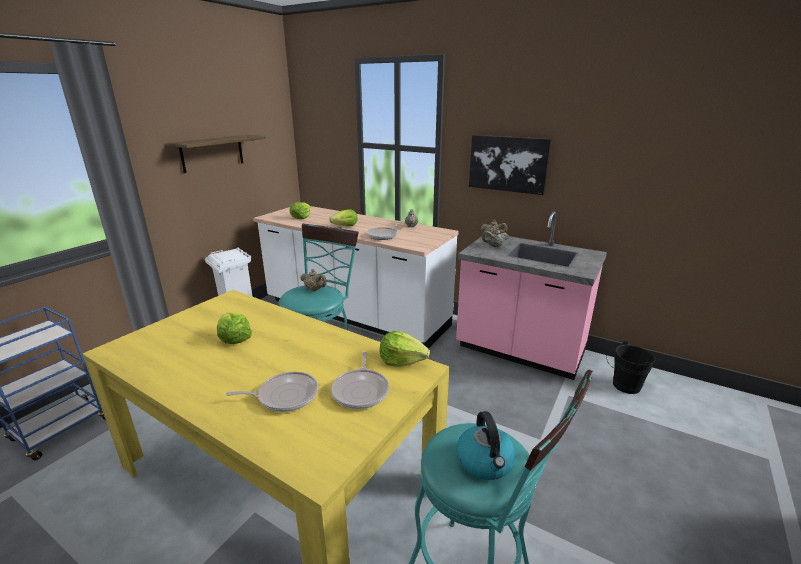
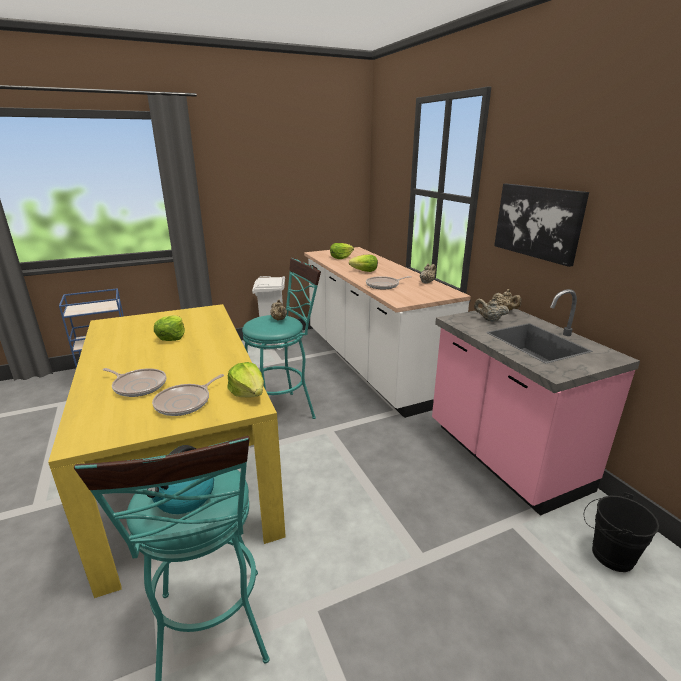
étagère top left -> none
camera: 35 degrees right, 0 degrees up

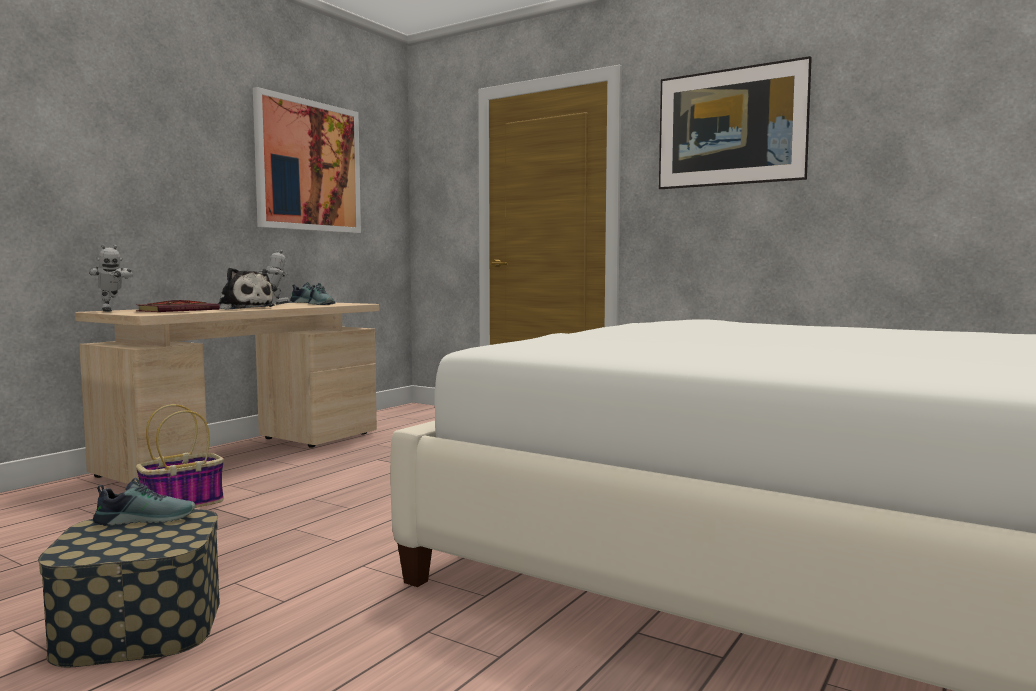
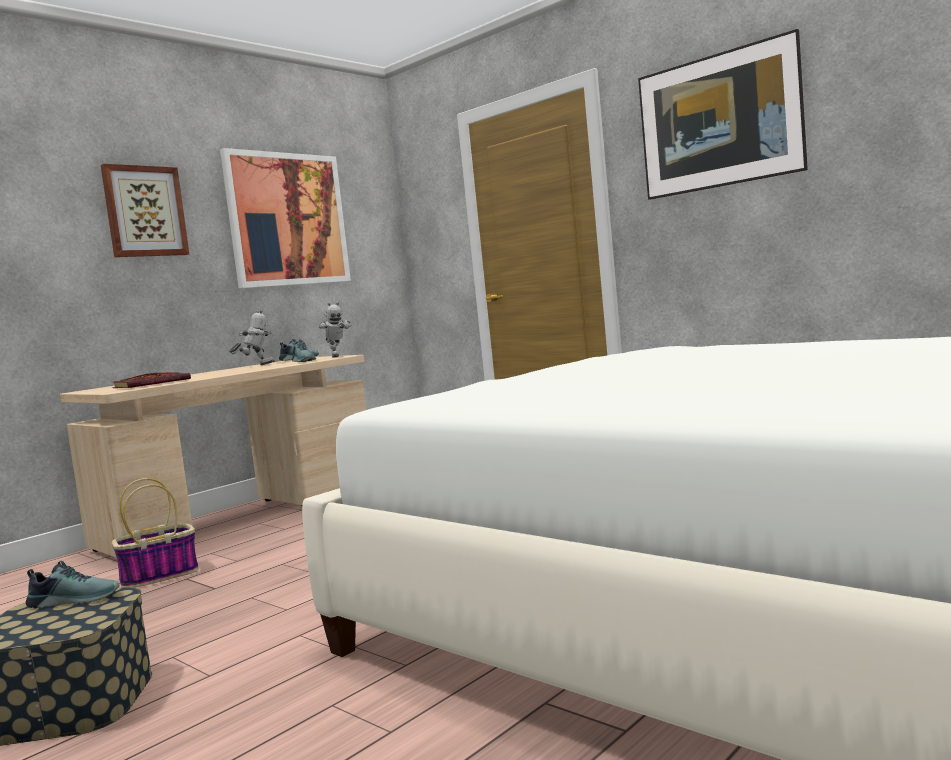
peluche middle left -> none
none -> tableau (no. 1 from left) top left
robot jouet (no. 1 from left in the first image) middle left -> robot jouet (no. 2 from left) centre, relocated
camera: 10 degrees right, 0 degrees up

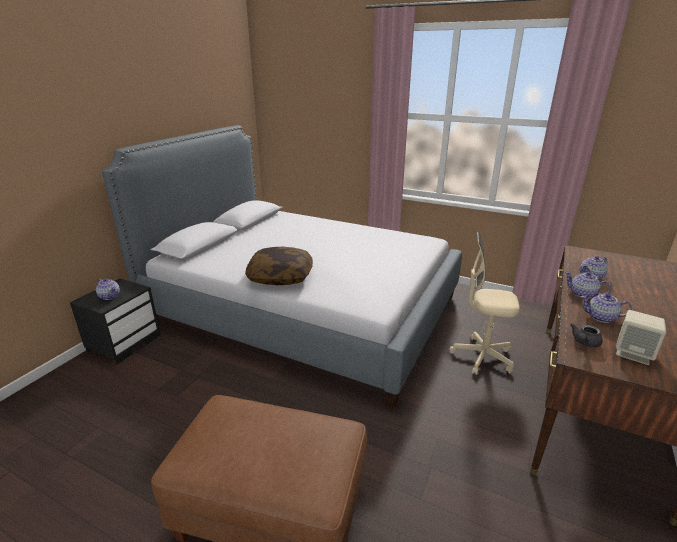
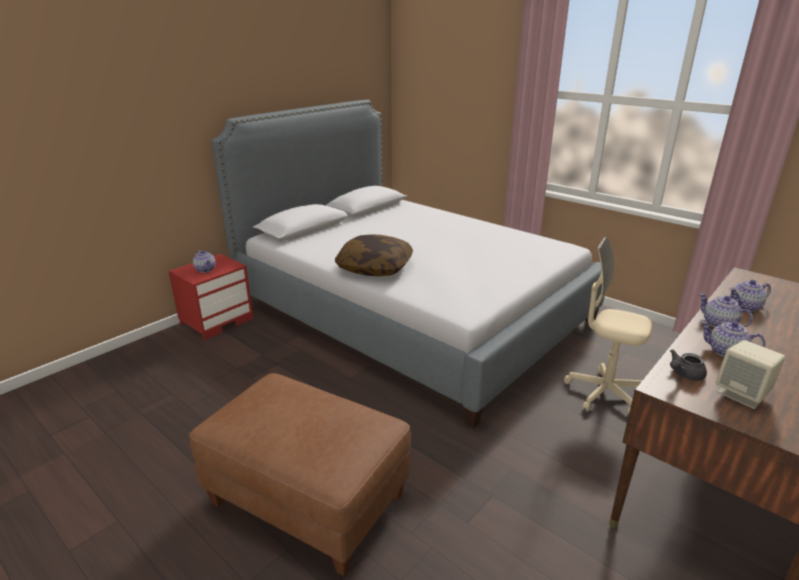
table de chevet/noir middle left -> table de chevet/rouge middle left
camera: 15 degrees right, 0 degrees up

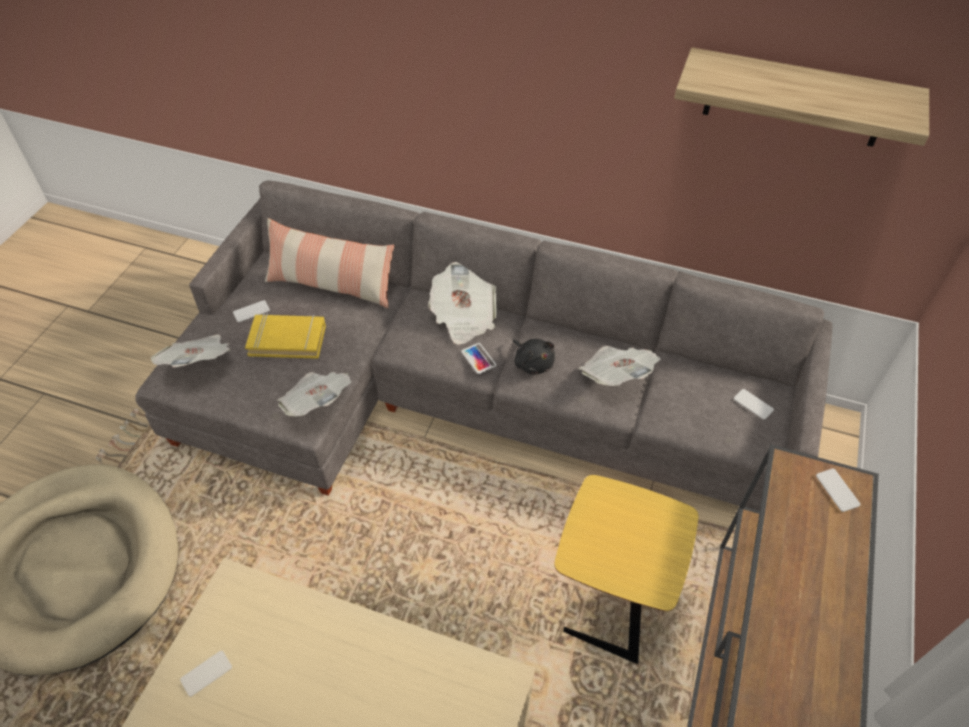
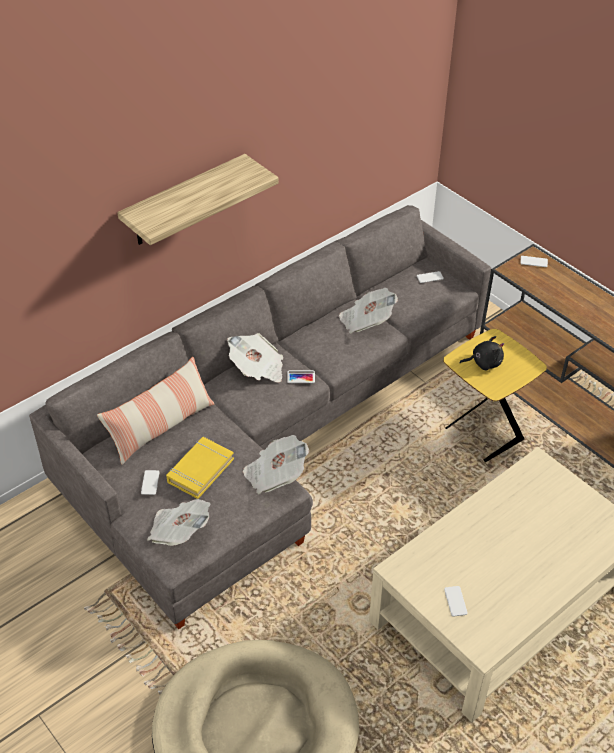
peluche/noir centre -> peluche/noir middle right, relocated
étagère top right -> étagère top left, relocated
camera: 60 degrees left, 5 degrees down

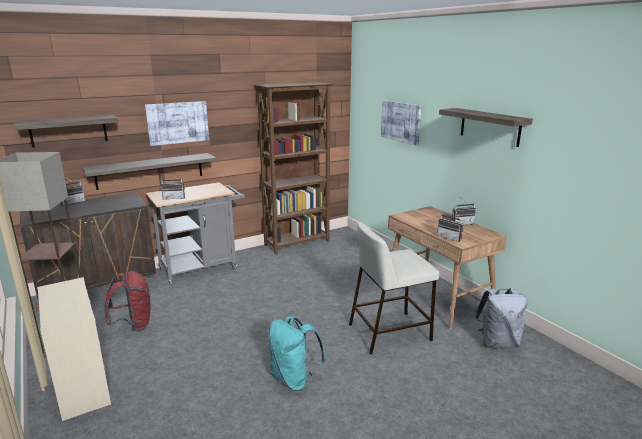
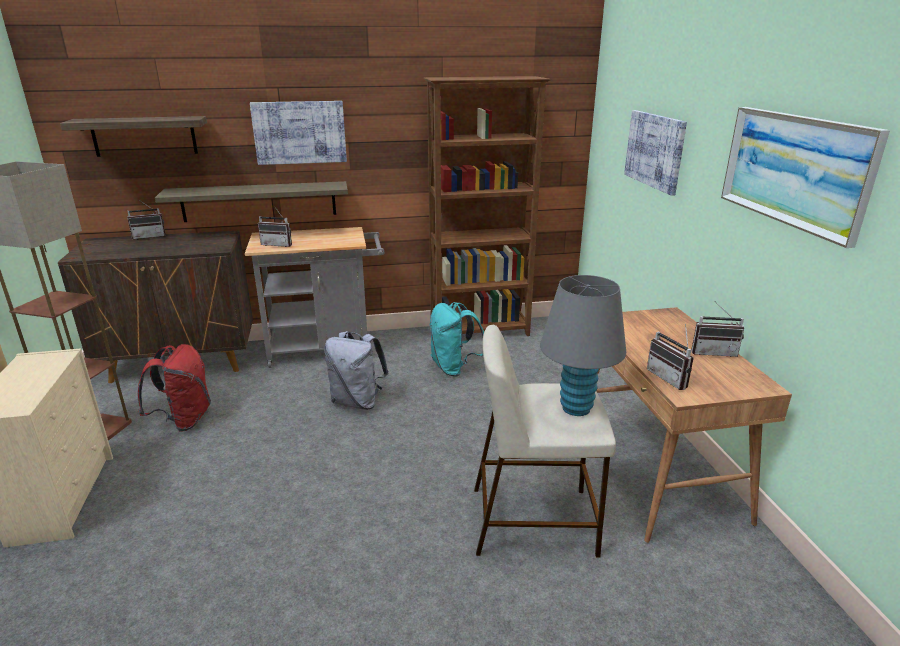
none -> lampe de table/gris centre
sac à dos/turquoise bottom centre -> sac à dos/turquoise centre, relocated
sac à dos/gris bottom right -> sac à dos/gris centre, relocated
étagère (no. 3 from left) top right -> tableau (no. 3 from left) top right
camera: 20 degrees right, 5 degrees up

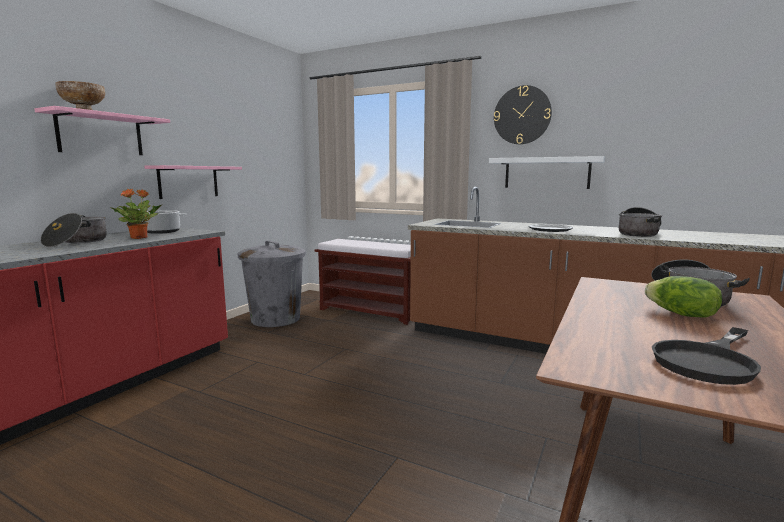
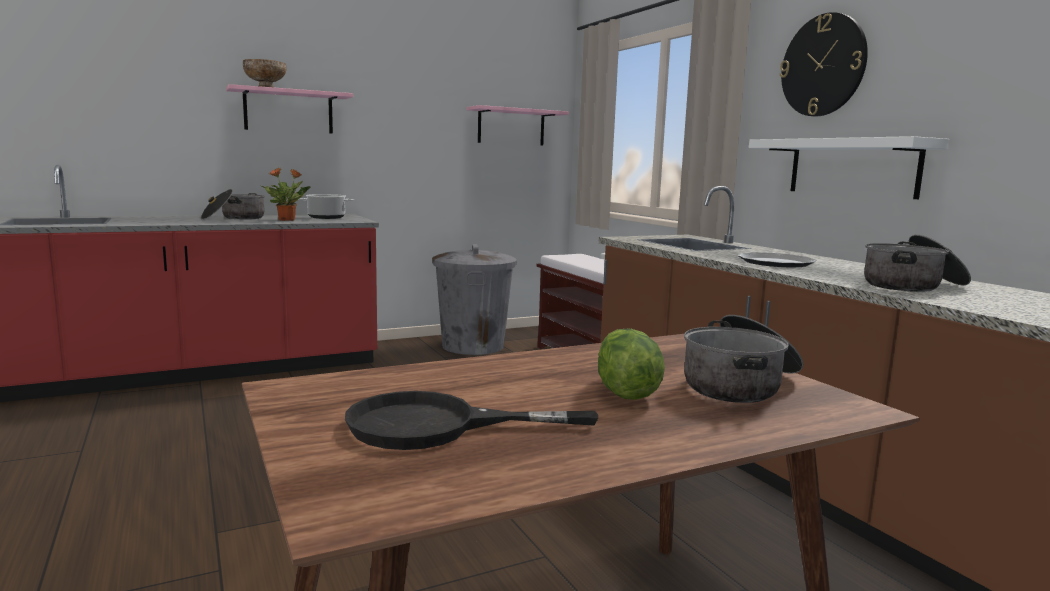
étagère/rose (no. 2 from left) middle left -> étagère/rose (no. 2 from left) top centre, relocated
camera: 35 degrees right, 0 degrees up

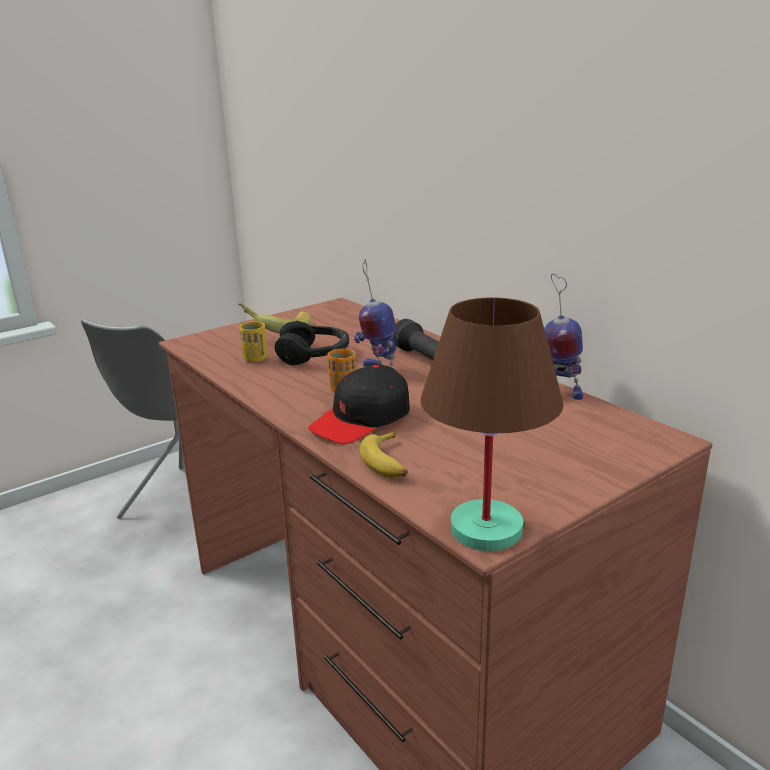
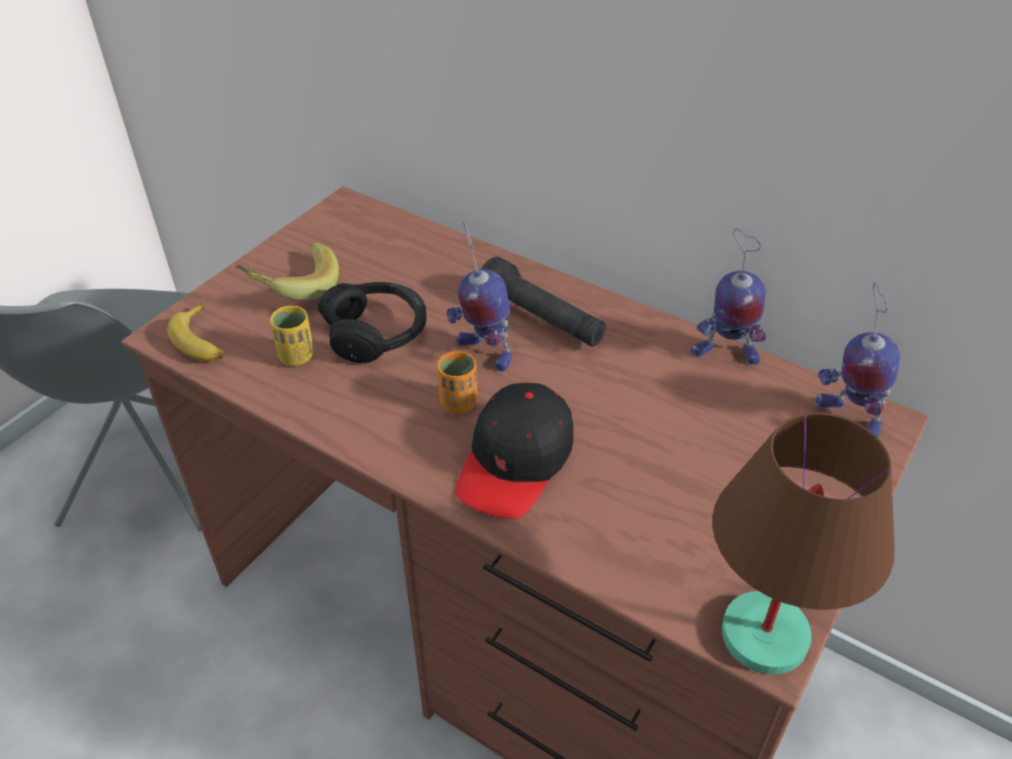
none -> robot jouet (no. 3 from left) middle right
banane (no. 2 from left in the first image) centre -> banane (no. 1 from left) middle left, relocated
camera: 20 degrees left, 20 degrees up

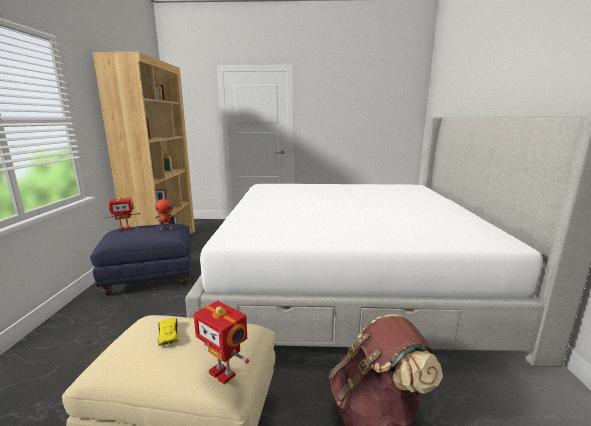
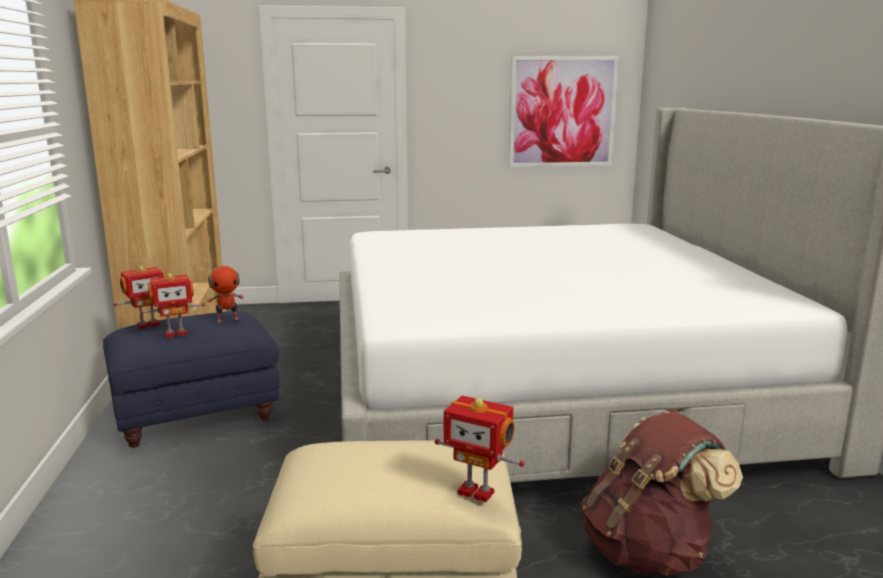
petite voiture/jaune bottom left -> none
none -> robot jouet (no. 2 from left) middle left
none -> tableau top centre
camera: 10 degrees left, 0 degrees up

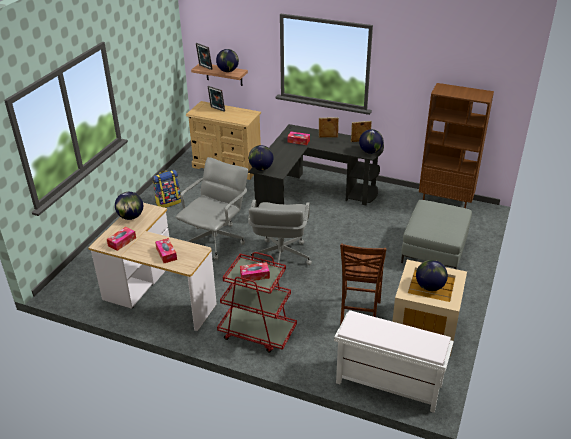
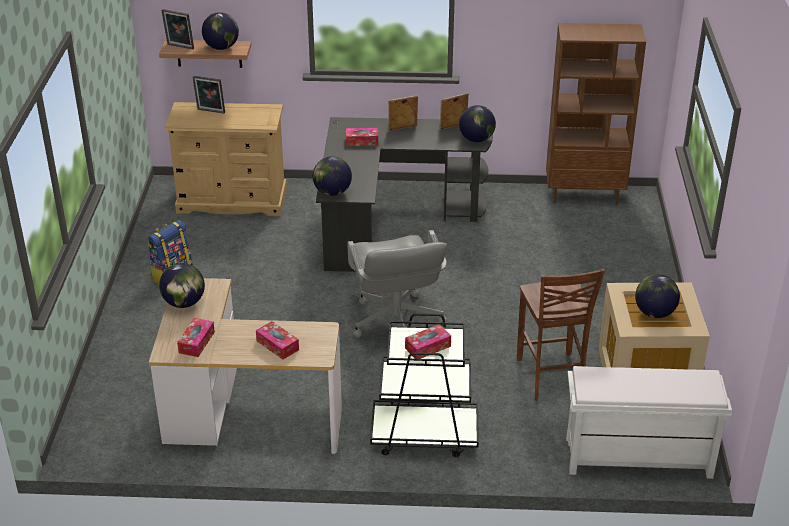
chaise de bureau/gris (no. 1 from left) centre -> none
pouf/gris middle right -> none
chariot/rouge bottom centre -> chariot/noir bottom centre
camera: 20 degrees left, 0 degrees up

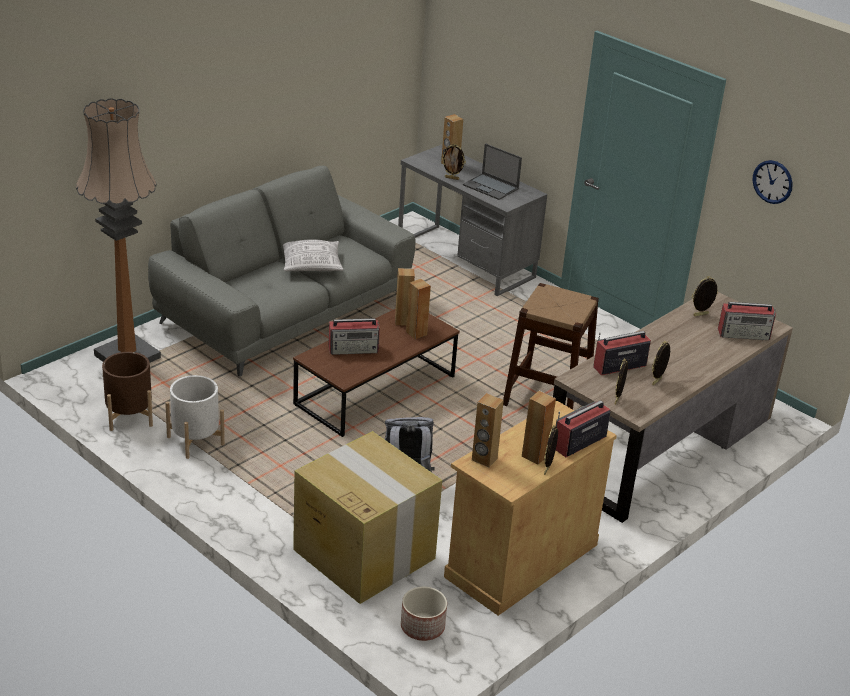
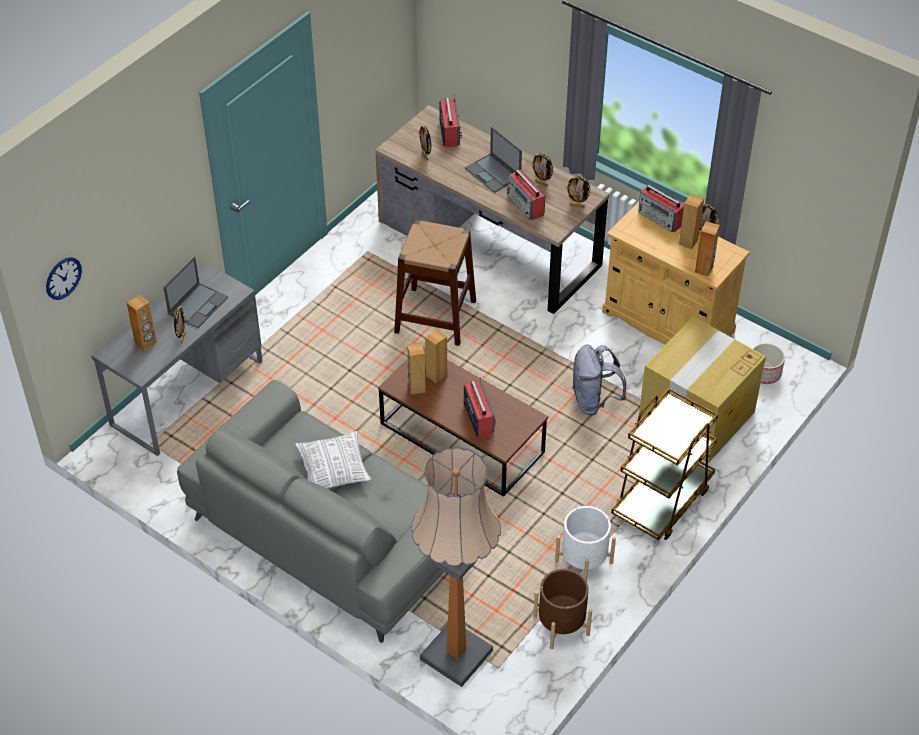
none -> ordinateur portable (no. 2 from left) top centre
none -> chariot/marron middle right
horloge murale top right -> horloge murale middle left, relocated
camera: 95 degrees left, 15 degrees up

